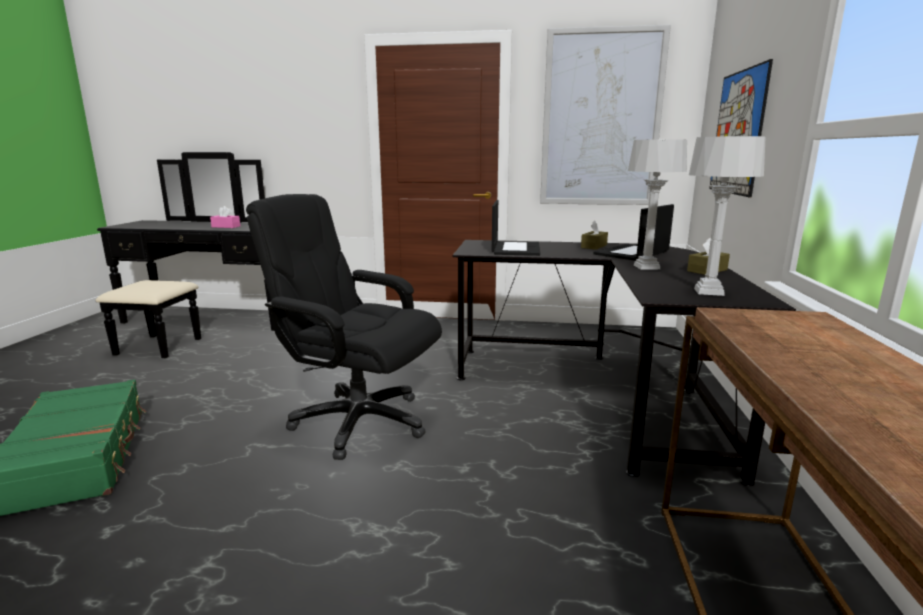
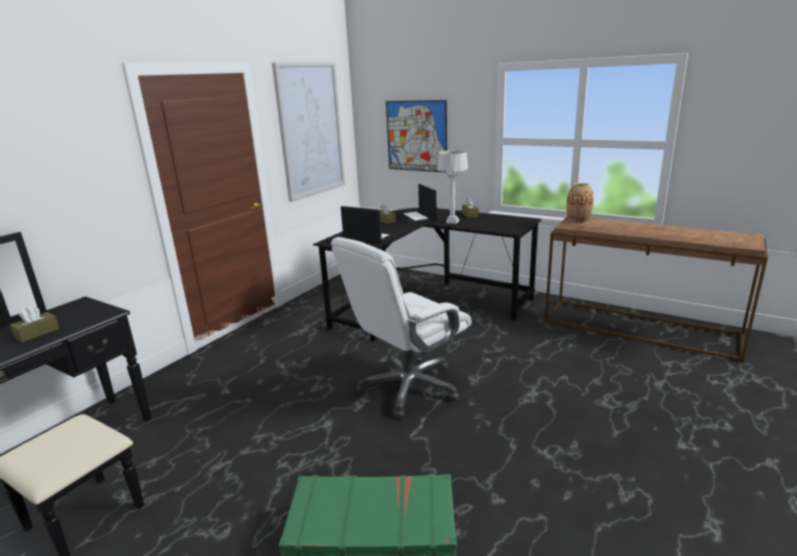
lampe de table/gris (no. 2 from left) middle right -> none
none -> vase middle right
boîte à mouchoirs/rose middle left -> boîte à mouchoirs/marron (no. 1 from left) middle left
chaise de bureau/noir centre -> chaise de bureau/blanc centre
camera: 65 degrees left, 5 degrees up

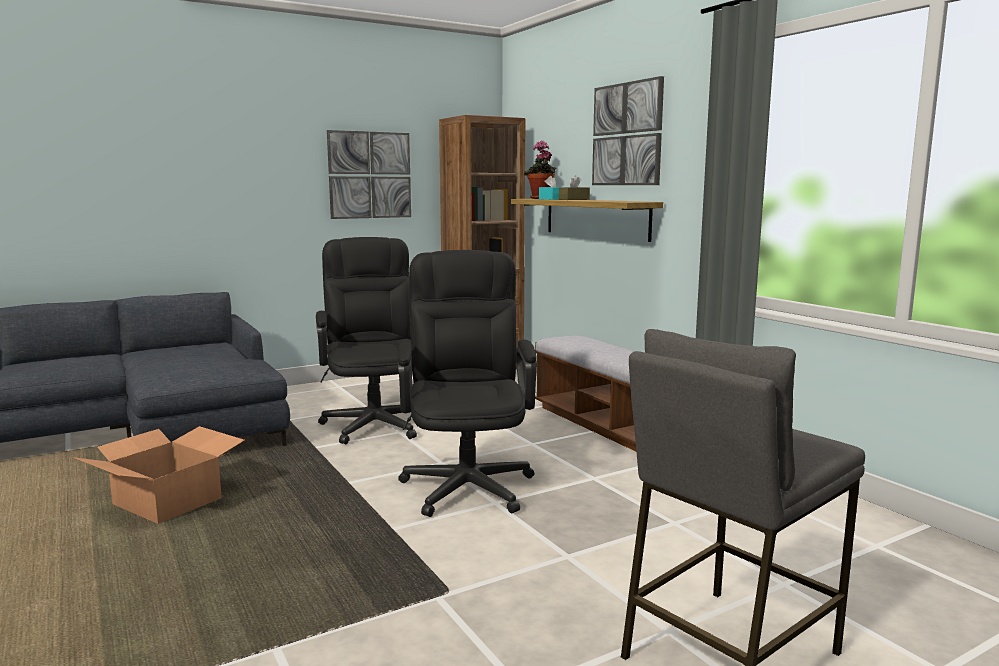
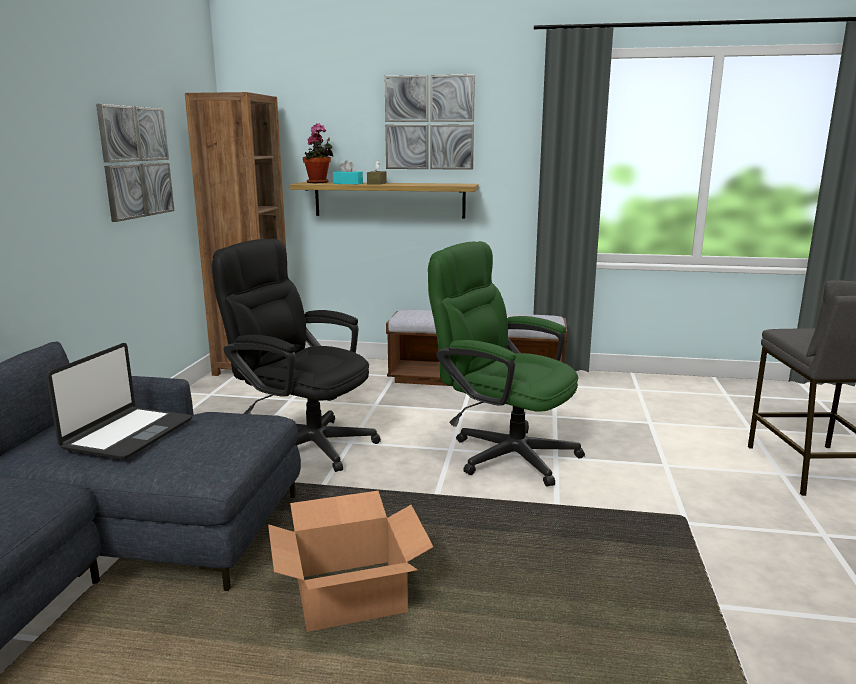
none -> ordinateur portable middle left
chaise de bureau/noir (no. 2 from left) centre -> chaise de bureau/vert centre
camera: 50 degrees left, 5 degrees up

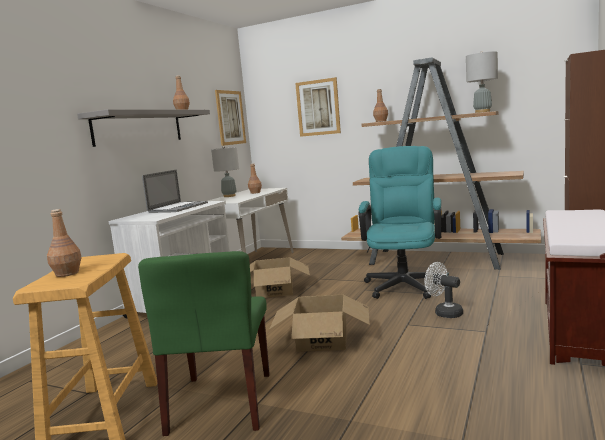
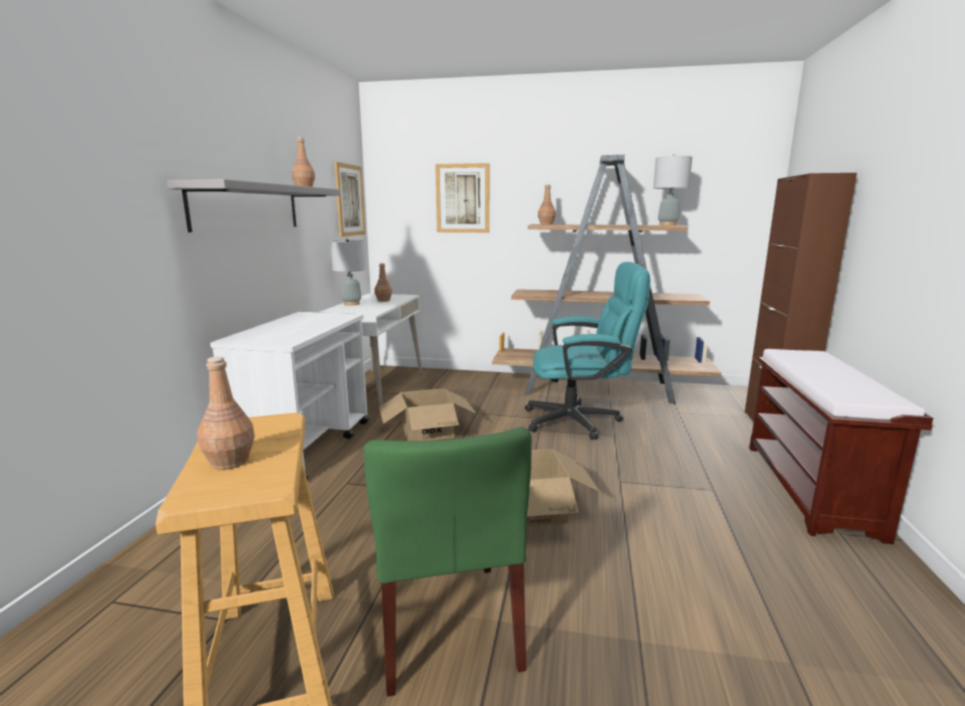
ordinateur portable middle left -> none
ventilateur/blanc middle right -> none
chaise de bureau/turquoise centre, 90 degrees clockwise
camera: 15 degrees left, 5 degrees up

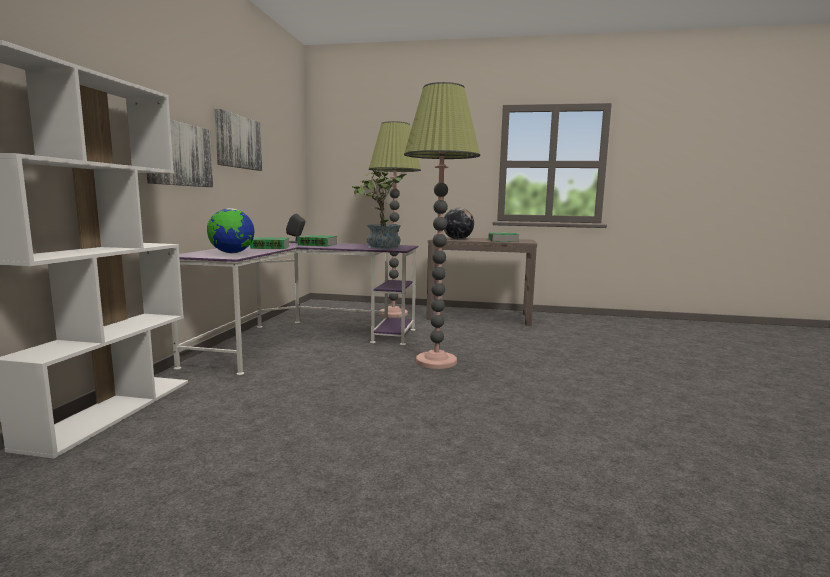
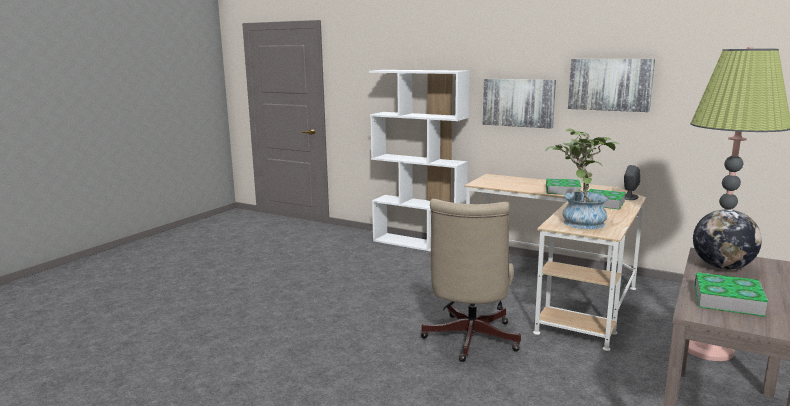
globe (no. 1 from left) middle left -> none
lampadaire (no. 2 from left) centre -> chaise de bureau/beige bottom centre
bureau/violet centre -> bureau/beige middle right
camera: 110 degrees right, 5 degrees up

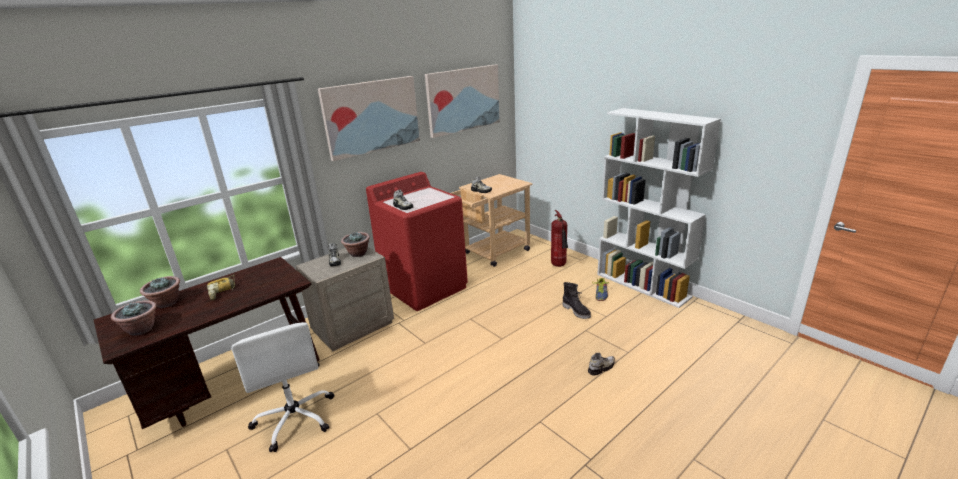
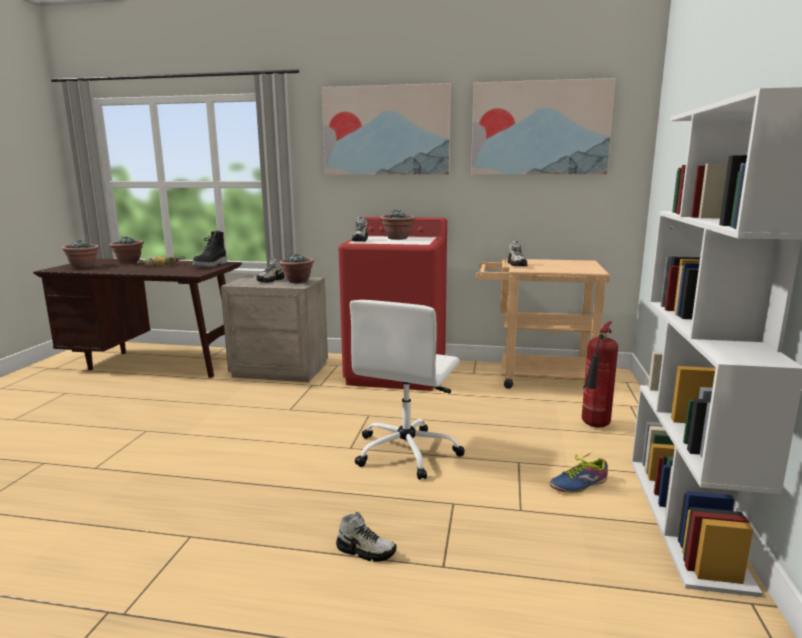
none -> plante en pot (no. 4 from left) centre
chaise de bureau/blanc bottom left -> chaise de bureau/blanc centre, relocated
botte/noir centre -> botte/noir middle left, relocated
camera: 50 degrees right, 10 degrees down

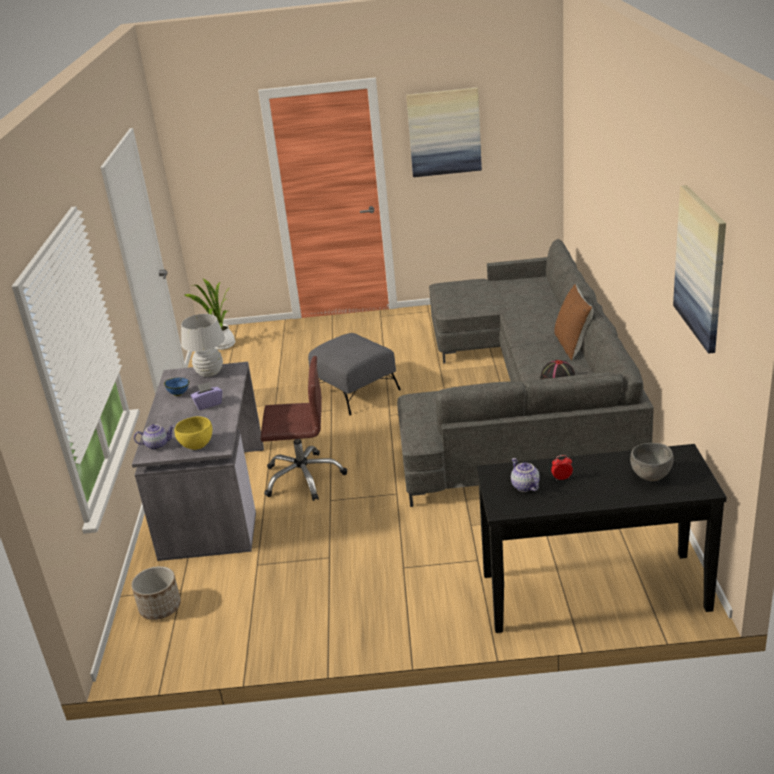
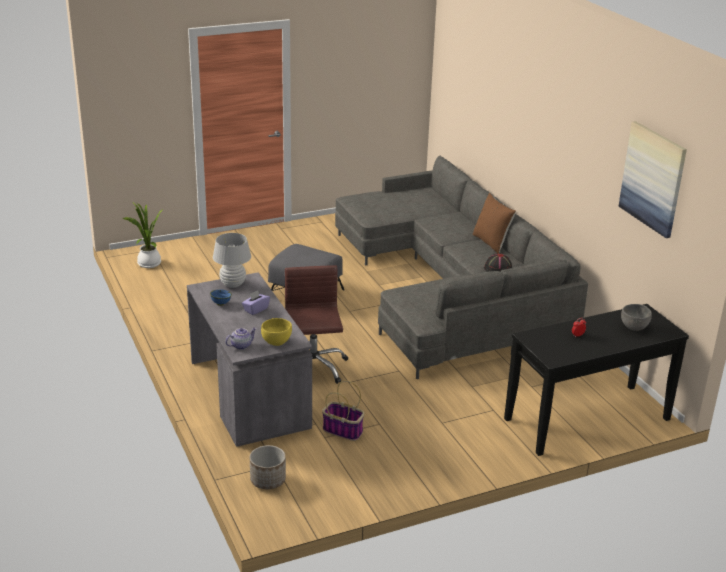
tableau (no. 1 from left) top centre -> none
théière (no. 2 from left) middle right -> none
none -> panier bottom centre
chaise de bureau/marron centre, 75 degrees counterclockwise
camera: 25 degrees left, 0 degrees up

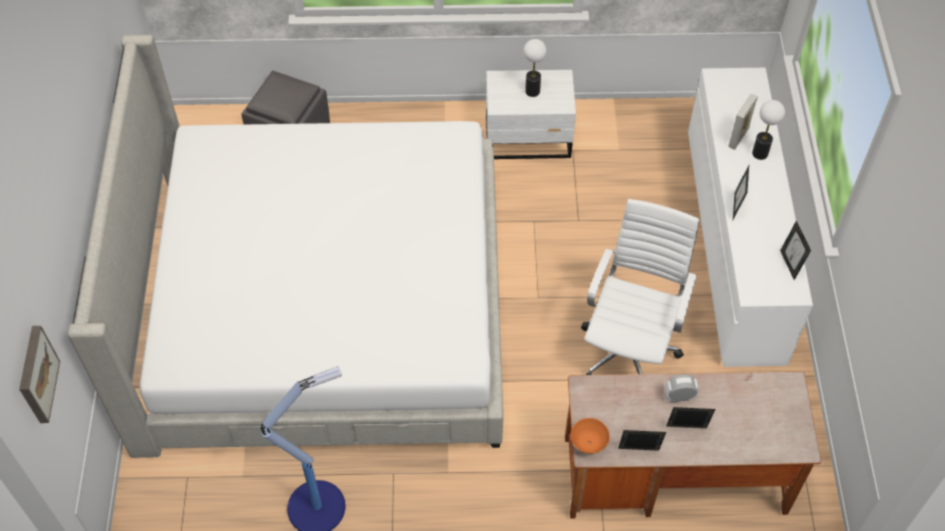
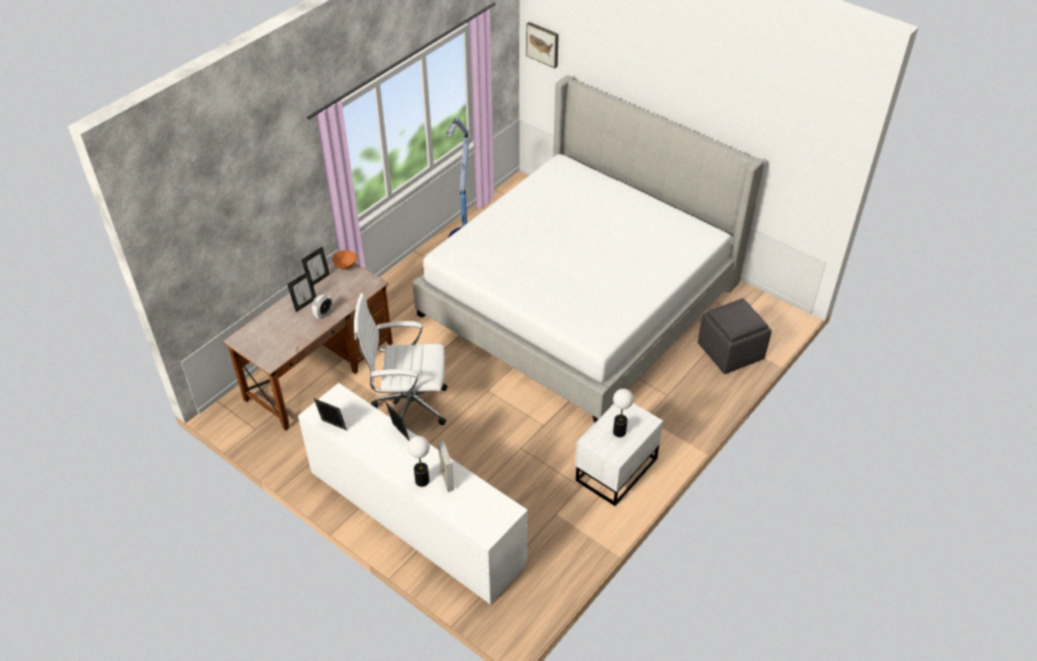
chaise de bureau/blanc middle right -> chaise de bureau/blanc centre, 120 degrees clockwise
camera: 130 degrees right, 10 degrees down

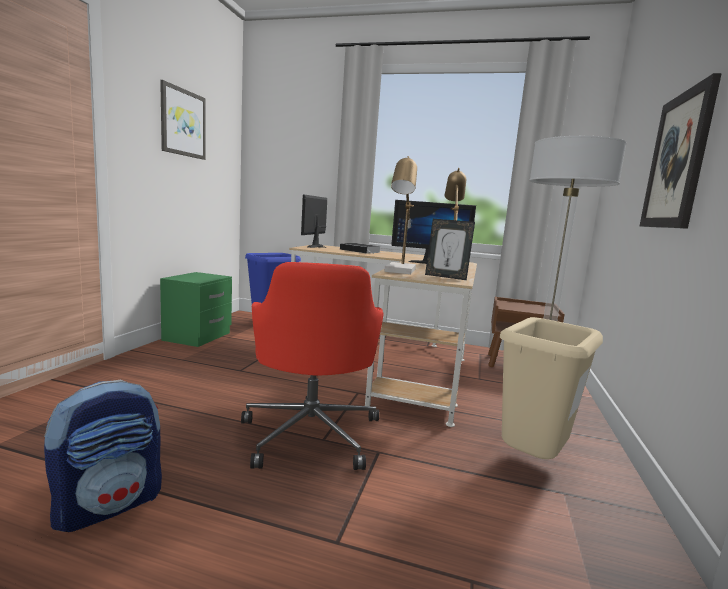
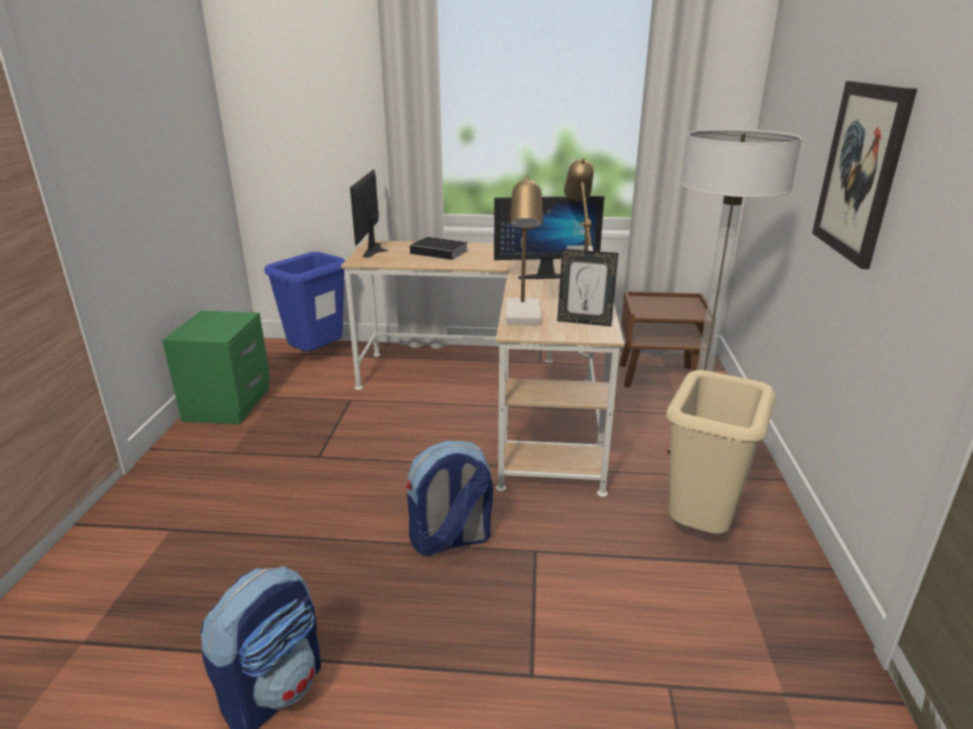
tableau (no. 1 from left) top left -> none
chaise de bureau/rouge centre -> sac à dos (no. 2 from left) bottom centre
camera: 10 degrees left, 15 degrees up

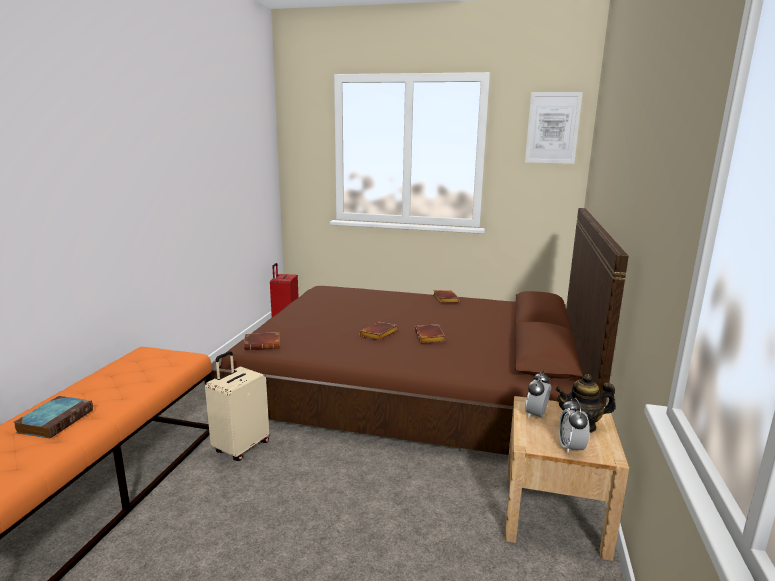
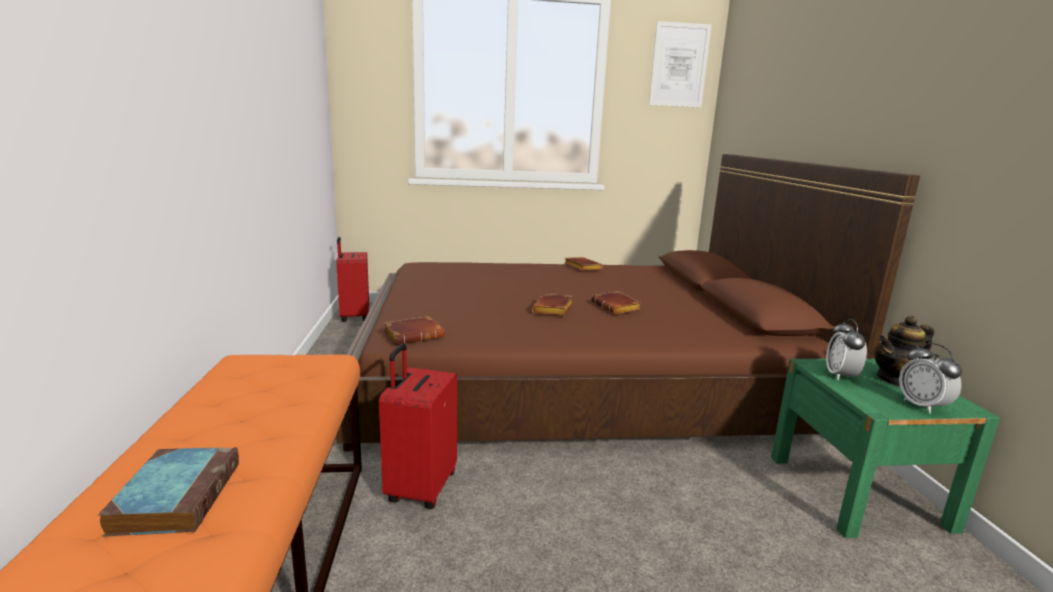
valise/beige bottom left -> valise/rouge (no. 2 from left) bottom centre
table de chevet/beige bottom right -> table de chevet/vert bottom right
camera: 20 degrees left, 0 degrees up

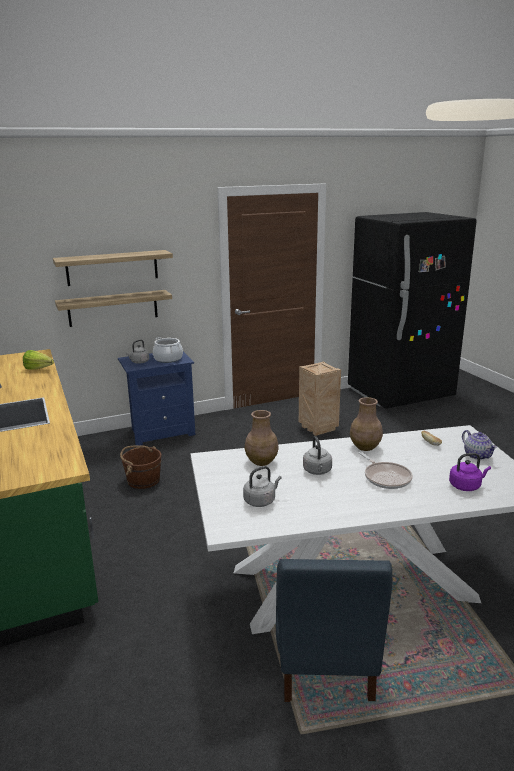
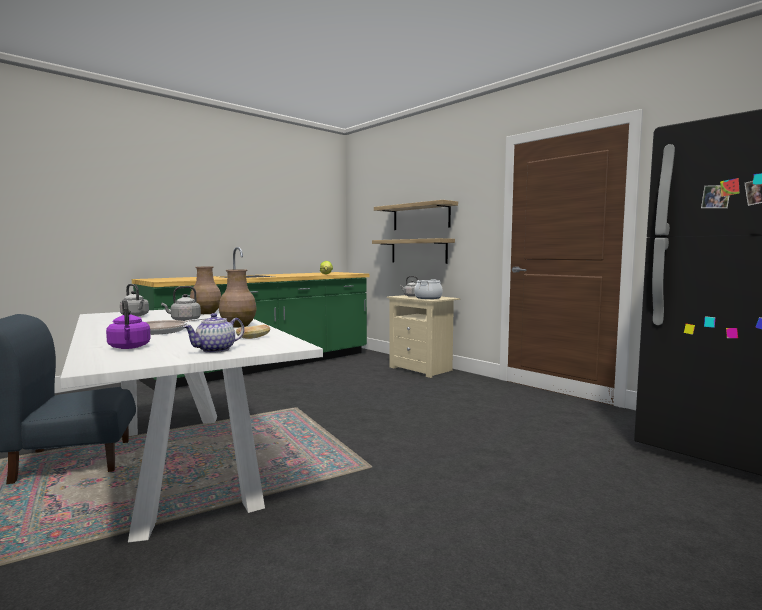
seau/marron middle left -> none
caisse centre -> none
table de chevet/bleu middle left -> table de chevet/beige centre
camera: 70 degrees right, 15 degrees down

